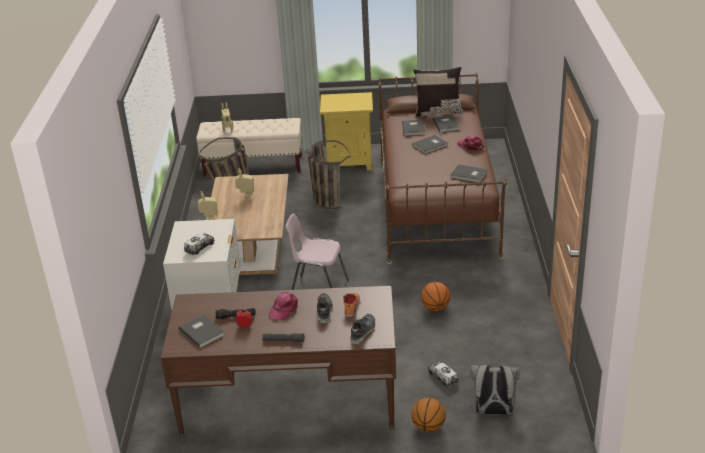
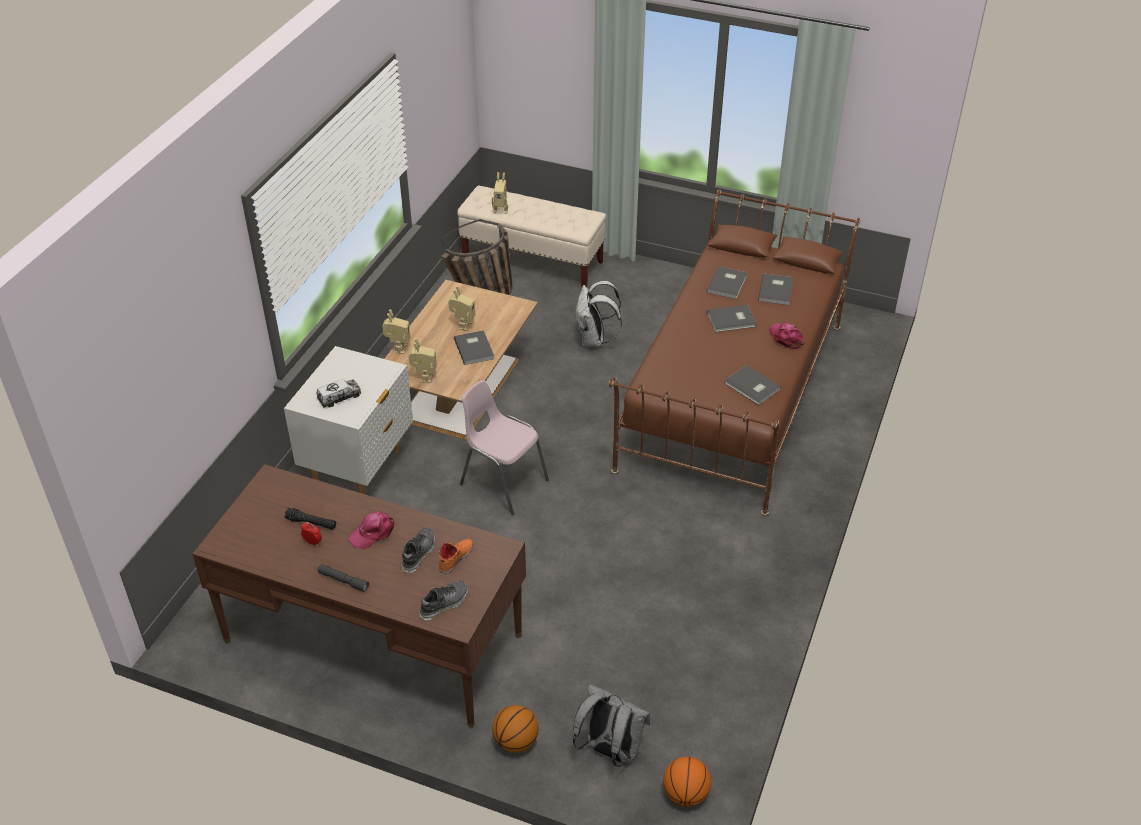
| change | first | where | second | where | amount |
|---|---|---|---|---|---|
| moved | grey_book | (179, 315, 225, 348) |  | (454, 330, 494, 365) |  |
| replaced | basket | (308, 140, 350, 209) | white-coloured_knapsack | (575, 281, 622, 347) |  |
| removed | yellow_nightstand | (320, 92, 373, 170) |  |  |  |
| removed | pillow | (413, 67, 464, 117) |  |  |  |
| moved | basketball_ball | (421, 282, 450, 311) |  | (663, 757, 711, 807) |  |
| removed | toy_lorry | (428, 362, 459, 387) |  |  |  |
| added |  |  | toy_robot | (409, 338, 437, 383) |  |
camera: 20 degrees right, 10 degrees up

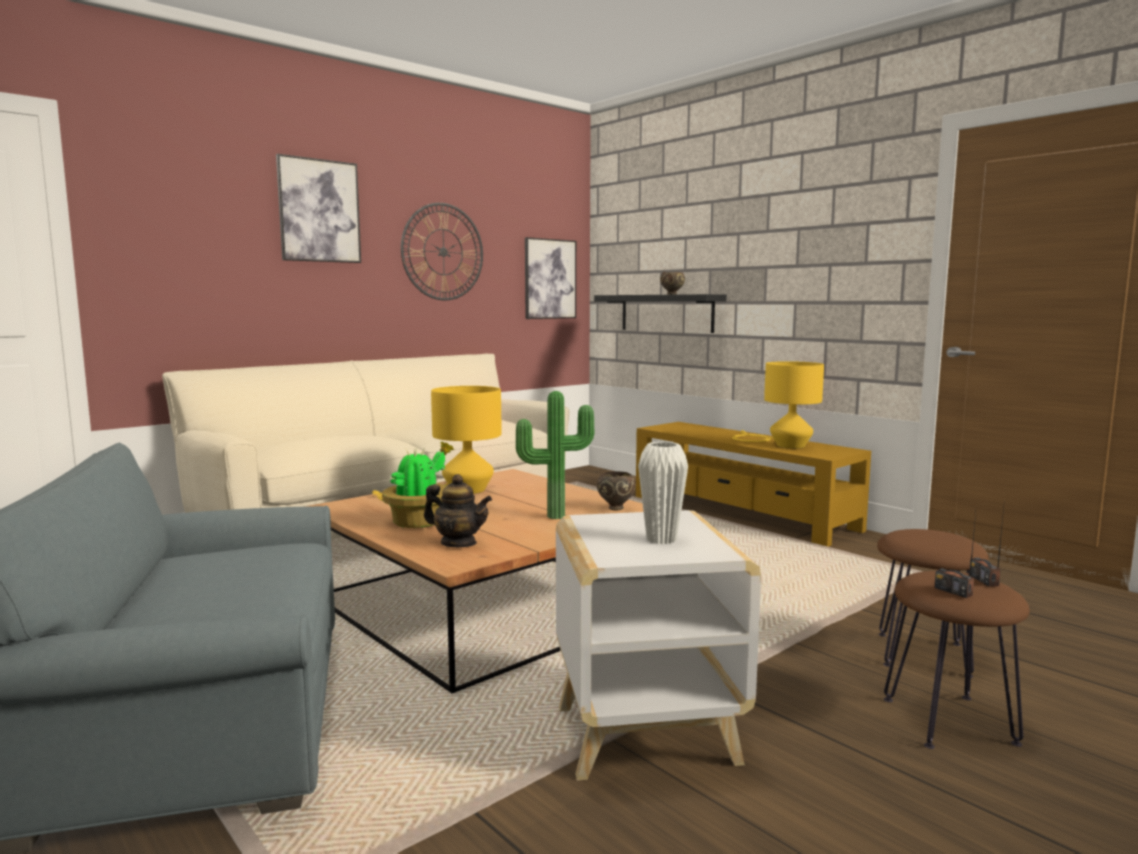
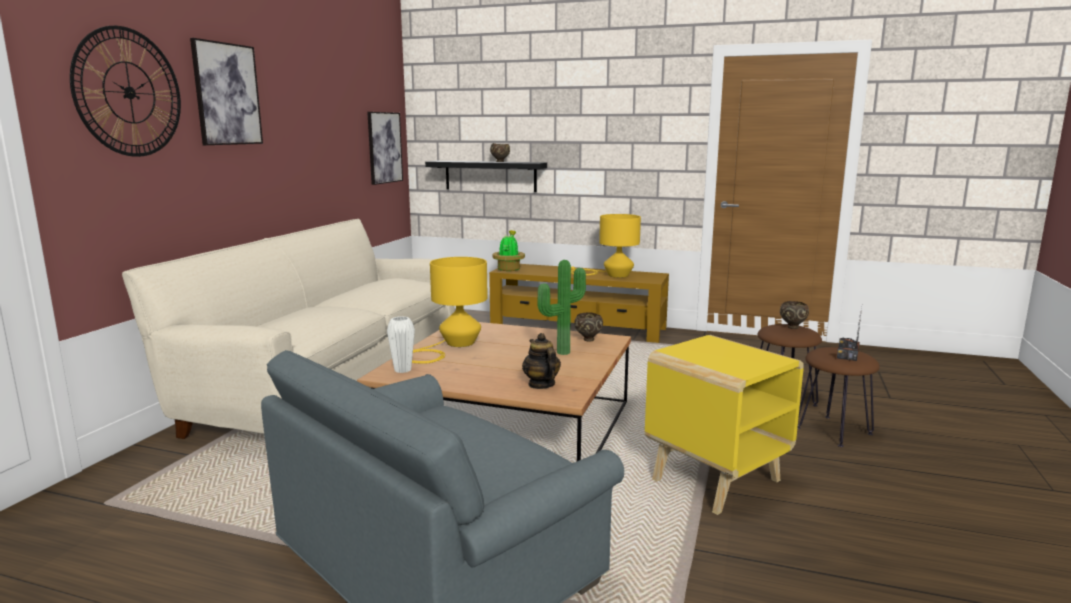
| change | first | where | second | where | amount |
|---|---|---|---|---|---|
| moved | houseplant | (382, 442, 455, 528) |  | (493, 230, 525, 271) |  |
| moved | hanging_clock | (401, 203, 483, 301) |  | (70, 26, 181, 157) |  |
| turned | tea_pot | (424, 474, 492, 547) |  | (522, 333, 561, 389) | 105 degrees counterclockwise |
| recoloured | white-coloured_accent_table | (556, 510, 761, 781) | yellow_accent_table | (645, 335, 804, 515) |  |
| moved | white-coloured_vase | (638, 442, 688, 544) |  | (387, 316, 415, 373) |  |
| added |  |  | brown-coloured_deep_dish | (780, 301, 809, 329) |  |
camera: 30 degrees left, 5 degrees up

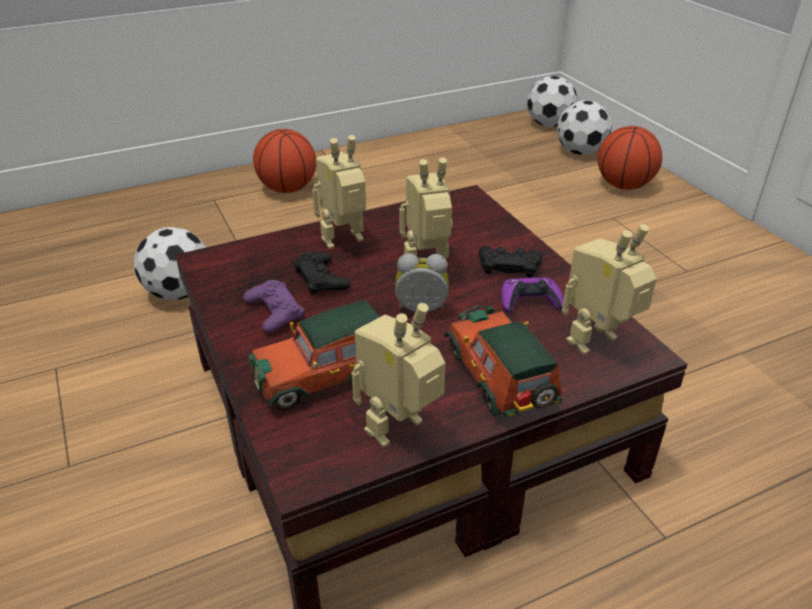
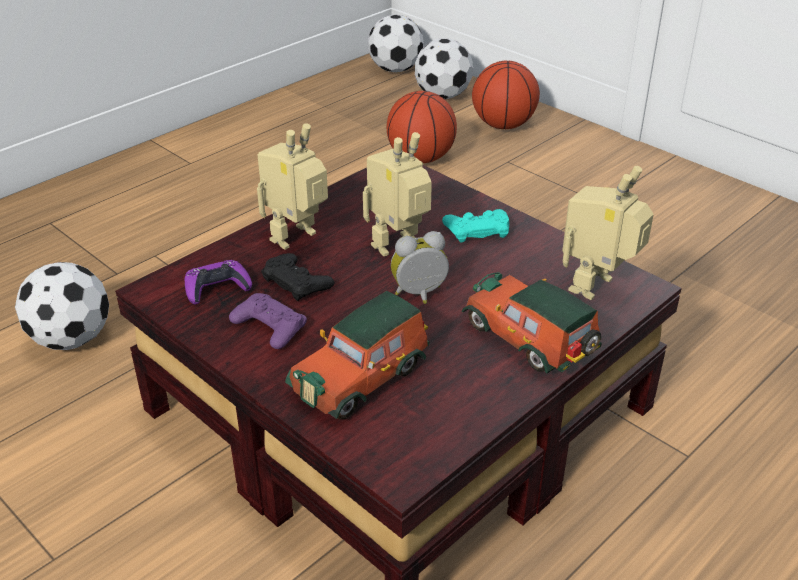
| change | first | where | second | where | amount |
|---|---|---|---|---|---|
| moved | basketball_ball | (253, 129, 316, 193) |  | (387, 91, 457, 163) |  |
| removed | toy_robot | (352, 303, 446, 447) |  |  |  |
| recoloured | black_game_controller | (479, 246, 542, 277) | blue-green_game_controller | (442, 209, 509, 242) |  |
| moved | purple_game_controller | (501, 277, 564, 313) |  | (185, 260, 252, 305) |  |
camera: 20 degrees left, 0 degrees up

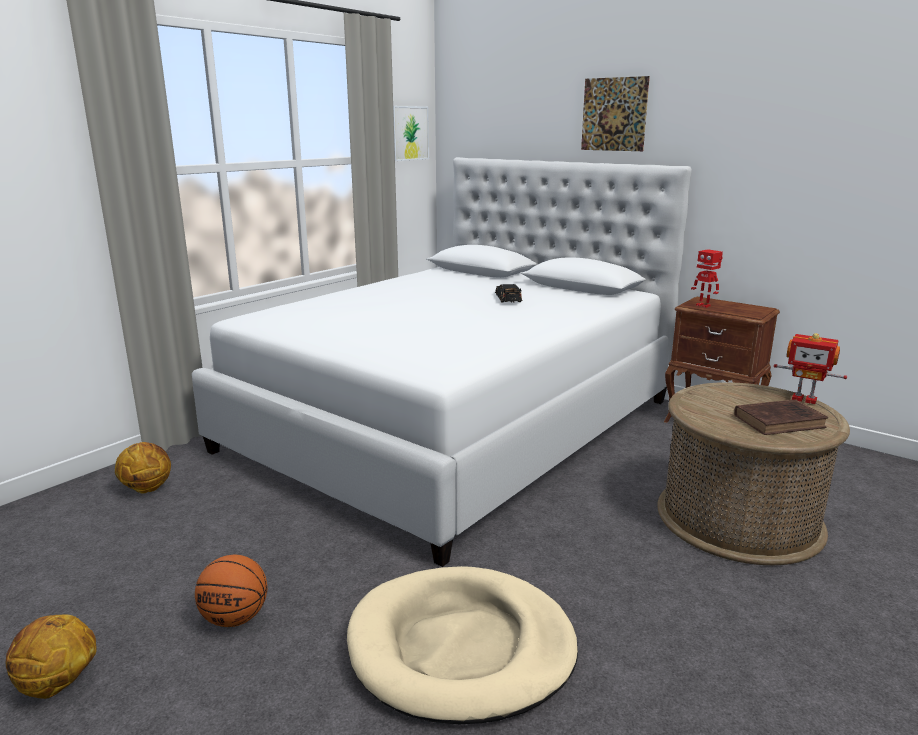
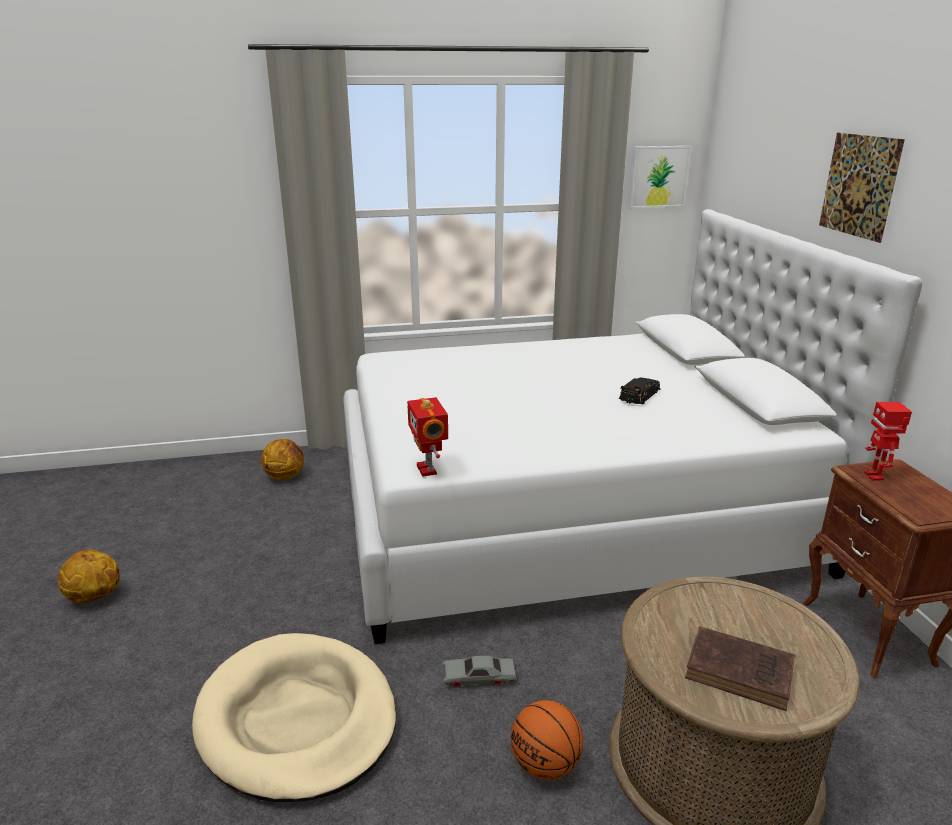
| change | first | where | second | where | amount |
|---|---|---|---|---|---|
| moved | basketball_ball | (195, 555, 267, 627) |  | (511, 700, 583, 780) |  |
| moved | toy_robot | (774, 333, 847, 404) |  | (407, 397, 448, 477) |  |
| added |  |  | grey_model_car | (443, 656, 517, 688) |  |
camera: 40 degrees right, 5 degrees up

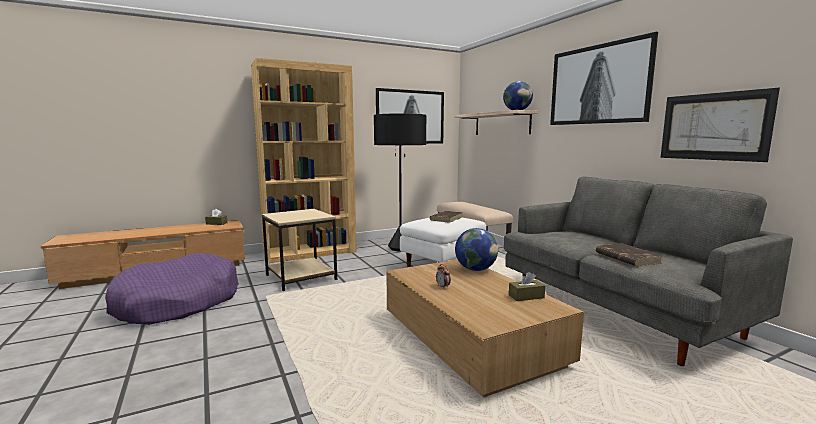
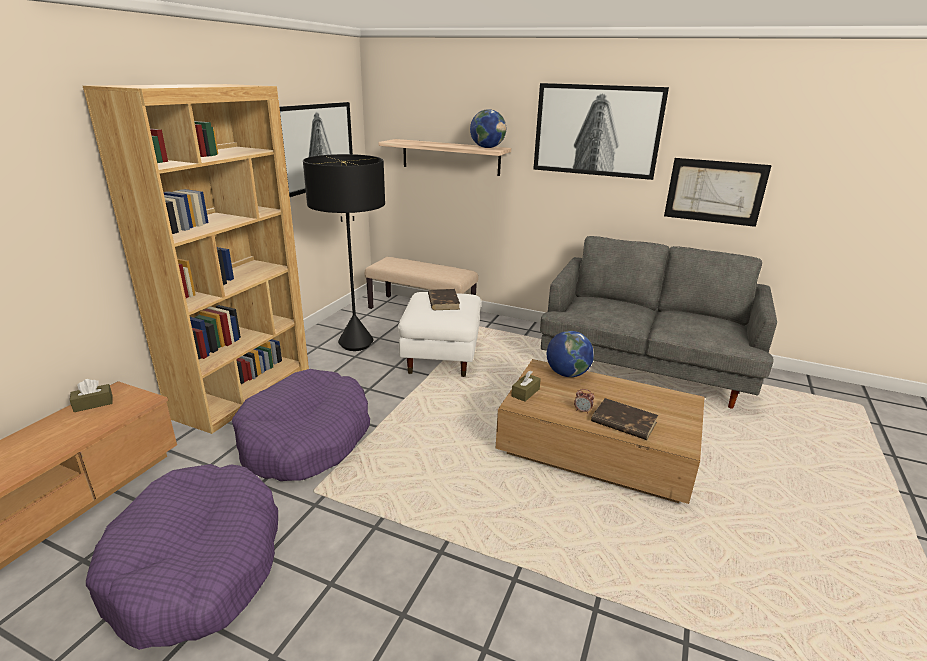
| change | first | where | second | where | amount |
|---|---|---|---|---|---|
| replaced | beige-coloured_accent_table | (262, 209, 337, 291) | purple_dog_bed | (232, 369, 370, 481) |  |
| moved | brown-coloured_tissue_box | (509, 272, 545, 301) |  | (511, 370, 541, 402) |  |
| moved | brown-coloured_book | (596, 243, 662, 267) |  | (591, 398, 658, 440) |  |
camera: 40 degrees left, 15 degrees up

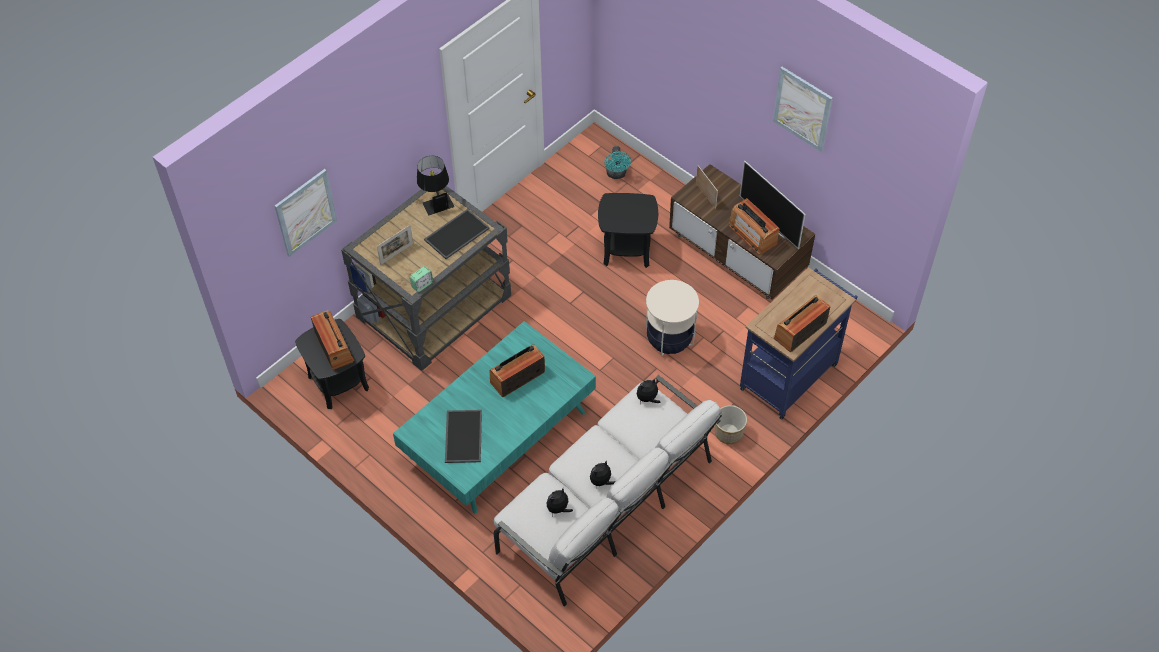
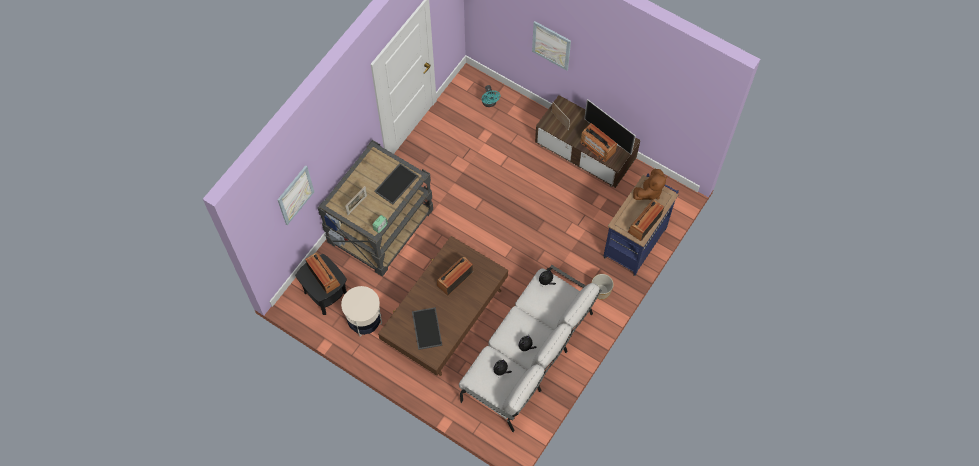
| change | first | where | second | where | amount |
|---|---|---|---|---|---|
| recoloured | blue-green_coffee_table | (393, 321, 596, 513) | brown-coloured_coffee_table | (378, 236, 508, 376) |  |
| removed | black_table_lamp | (417, 156, 454, 215) |  |  |  |
| removed | black_accent_table | (598, 193, 658, 268) |  |  |  |
| moved | beige-coloured_accent_table | (646, 280, 699, 356) |  | (341, 286, 382, 337) |  |
| moved | wall_picture | (773, 67, 833, 152) |  | (532, 21, 571, 71) |  |
| added |  |  | brown-coloured_soft_toy | (633, 169, 667, 200) |  |
camera: 10 degrees left, 10 degrees up

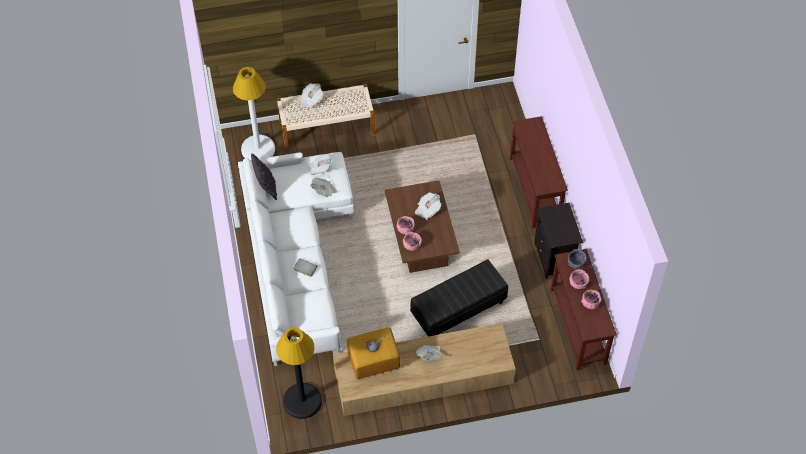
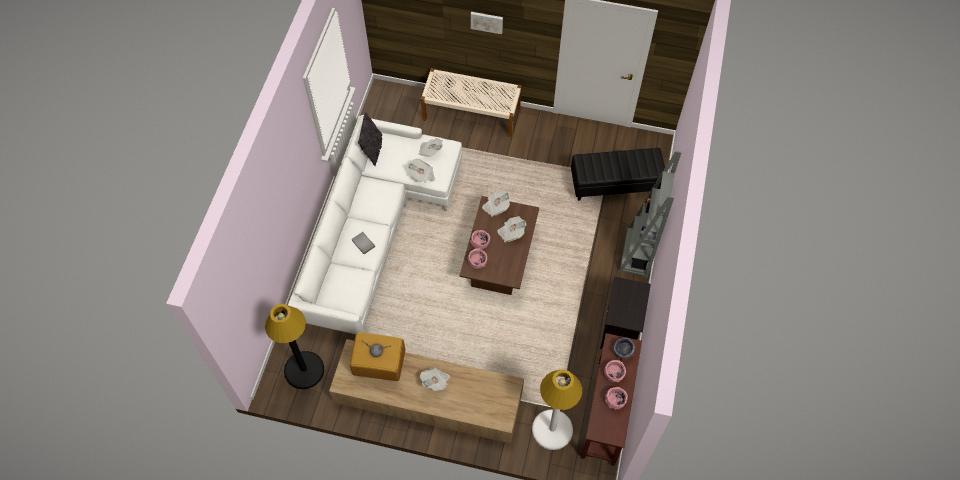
| change | first | where | second | where | amount |
|---|---|---|---|---|---|
| moved | white-coloured_standing_lamp | (233, 67, 275, 160) |  | (532, 369, 582, 450) |  |
| moved | printed_paper | (299, 83, 323, 109) |  | (482, 190, 510, 217) |  |
| moved | black_footrest | (410, 259, 508, 336) |  | (571, 148, 665, 201) |  |
| replaced | brown-coloured_console_table | (510, 116, 568, 228) | grey_bookcase | (618, 151, 681, 278) |  |
| added |  |  | wall_picture | (471, 12, 503, 34) |  |
camera: 25 degrees right, 5 degrees up

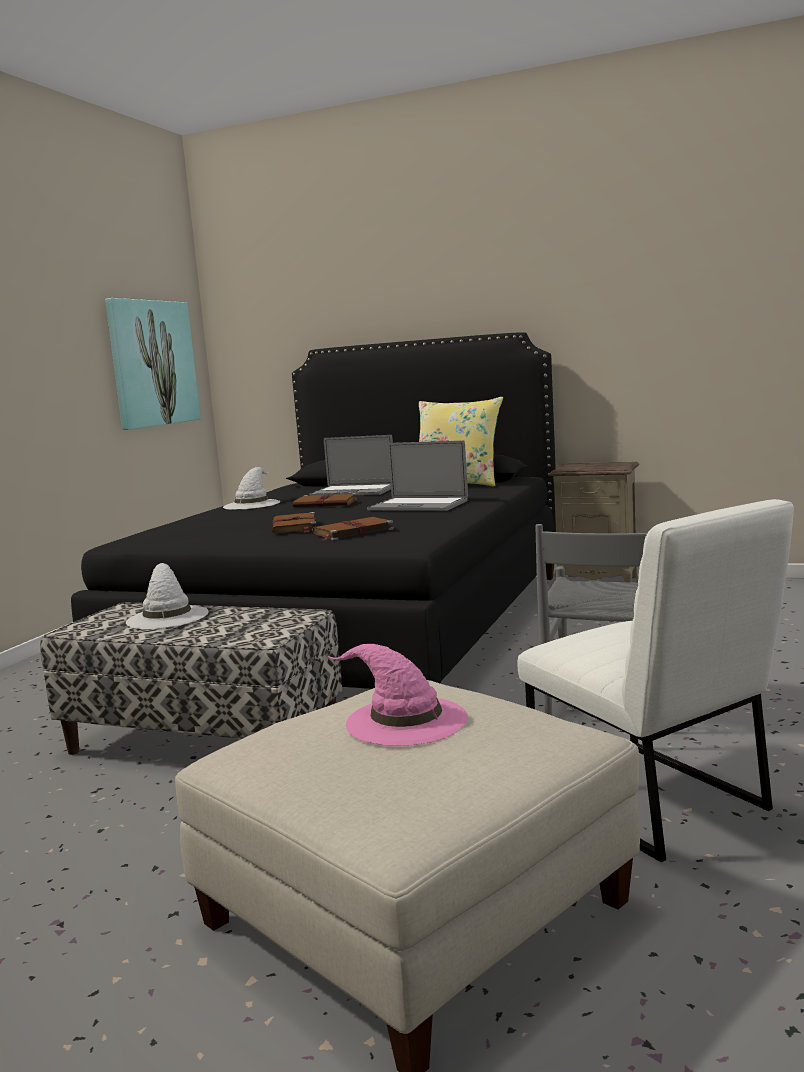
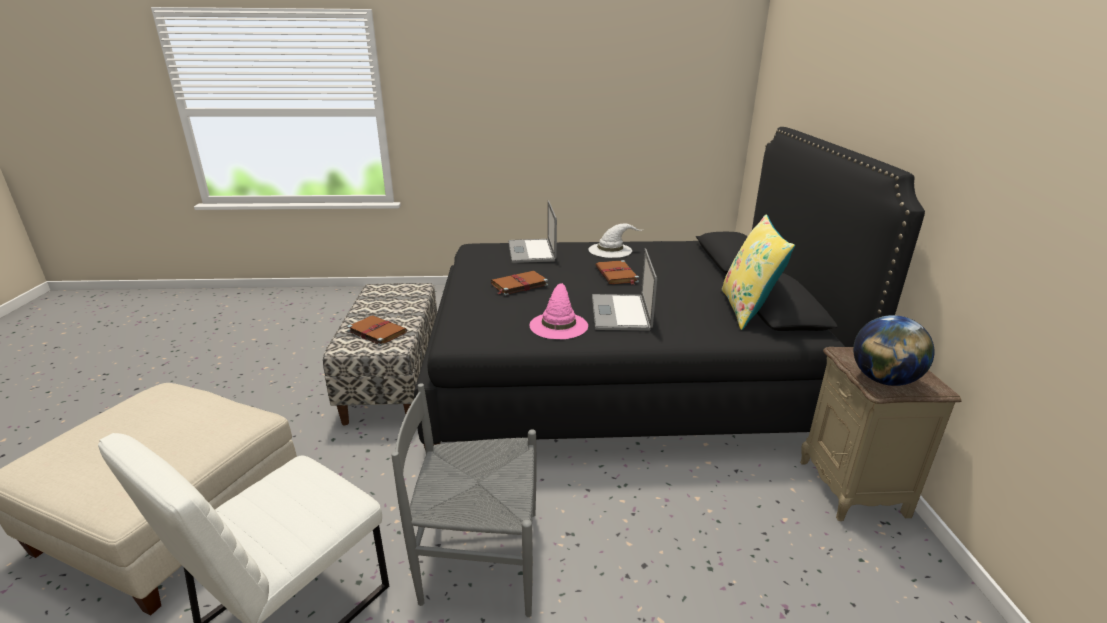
| change | first | where | second | where | amount |
|---|---|---|---|---|---|
| removed | wall_picture | (105, 298, 201, 430) |  |  |  |
| removed | white-coloured_wearable_hat | (126, 563, 209, 629) |  |  |  |
| moved | laptop | (309, 435, 393, 496) |  | (508, 200, 557, 263) |  |
| moved | brown-coloured_book | (313, 517, 394, 540) |  | (347, 316, 407, 346) |  |
| moved | pink-coloured_wearable_hat | (328, 644, 468, 746) |  | (529, 283, 588, 339) |  |
| added |  |  | world_globe | (853, 315, 934, 386) |  |
camera: 65 degrees right, 15 degrees up

